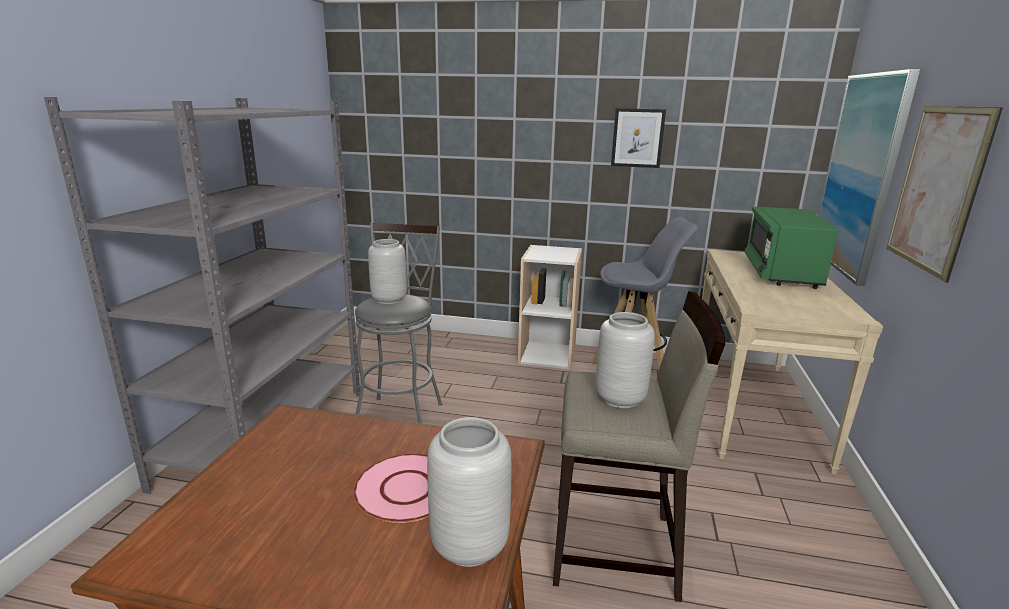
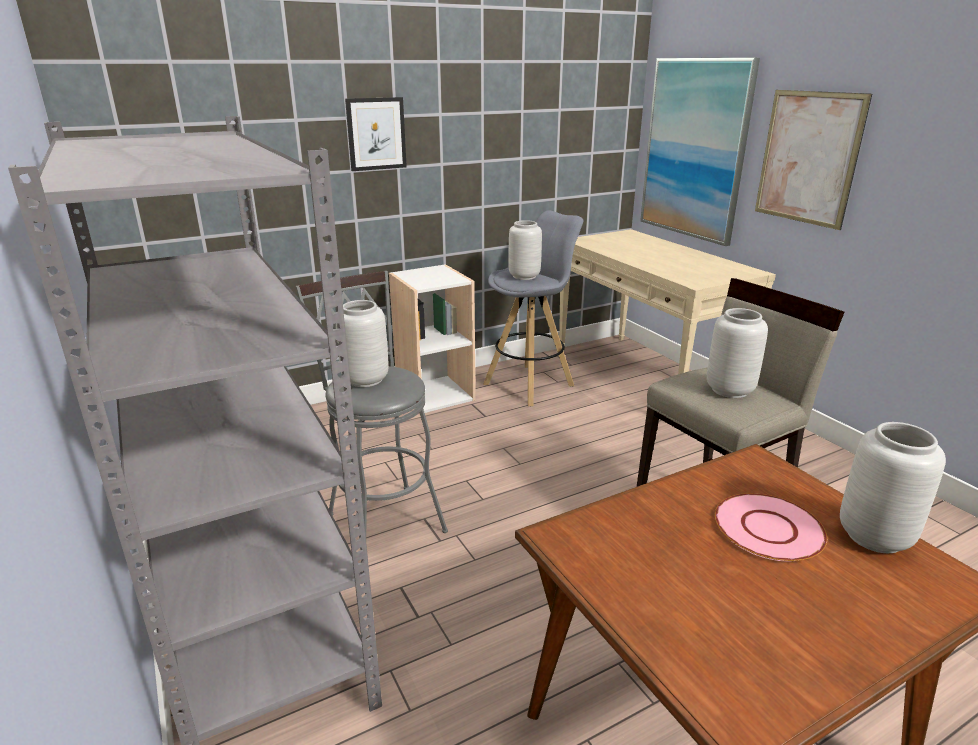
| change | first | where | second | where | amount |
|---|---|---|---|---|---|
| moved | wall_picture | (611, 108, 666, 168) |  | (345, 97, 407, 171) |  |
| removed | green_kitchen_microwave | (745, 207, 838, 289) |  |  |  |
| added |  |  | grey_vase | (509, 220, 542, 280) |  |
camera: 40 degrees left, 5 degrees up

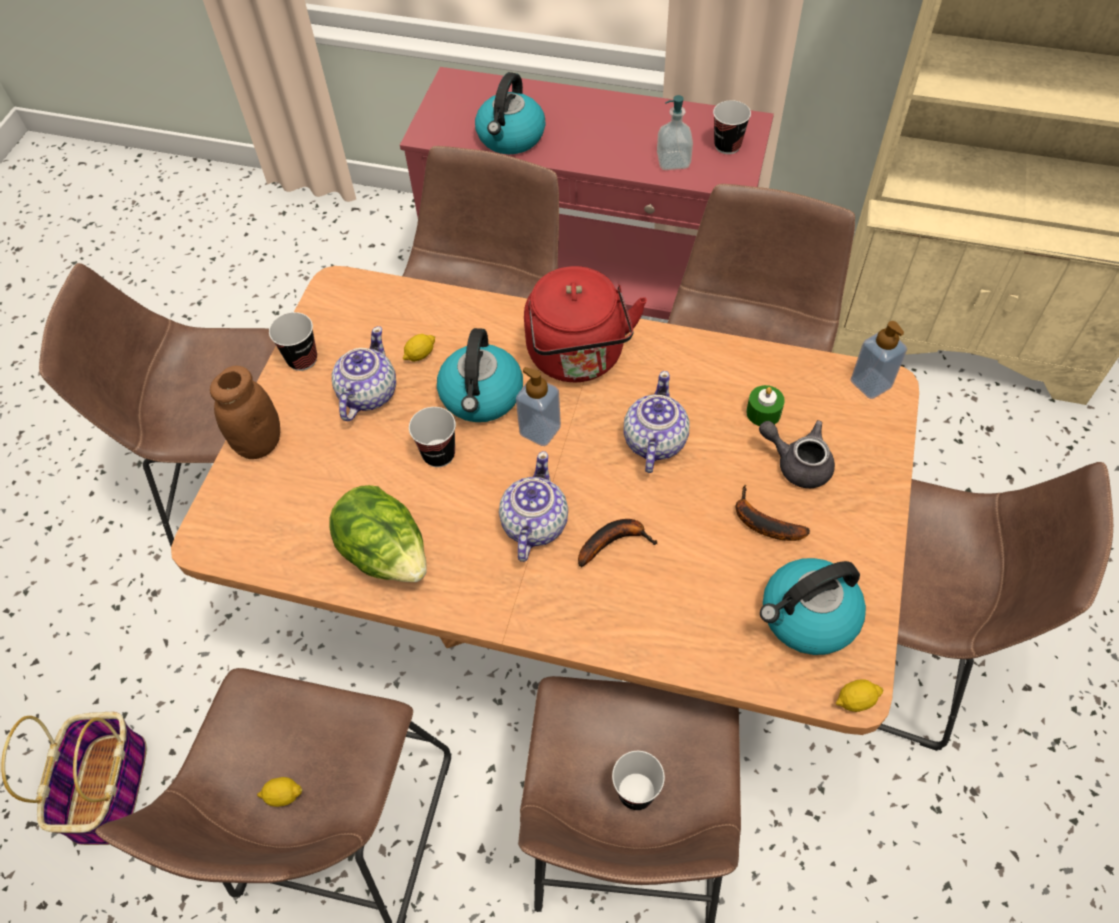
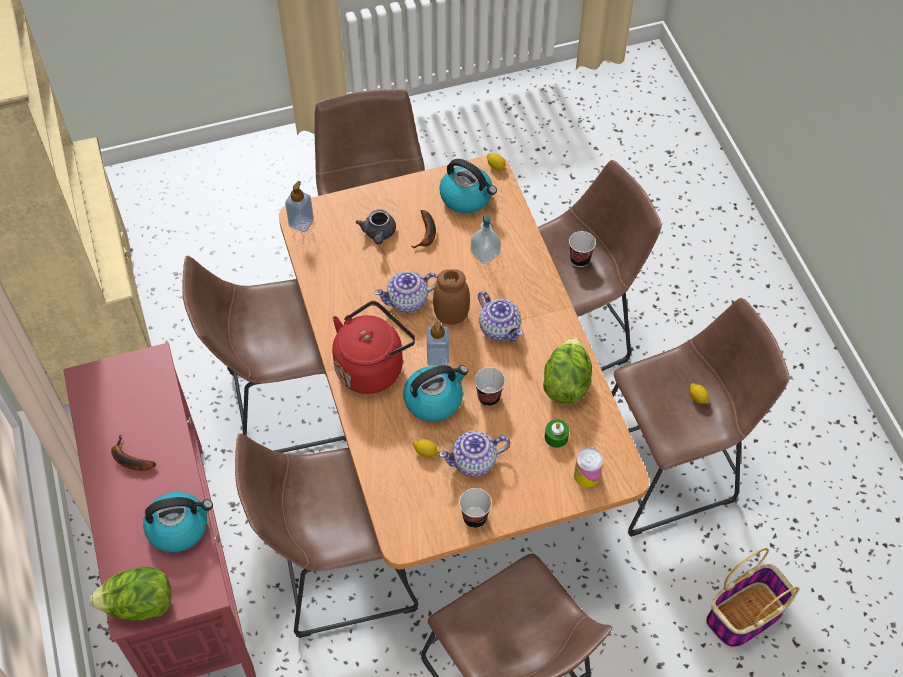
| change | first | where | second | where | amount |
|---|---|---|---|---|---|
| moved | brown-coloured_preserve_jar | (210, 366, 280, 459) |  | (433, 269, 470, 325) |  |
| turned | tea_pot | (499, 451, 568, 562) |  | (478, 291, 523, 342) | 105 degrees counterclockwise |
| moved | whole_banana | (578, 519, 658, 568) |  | (111, 436, 156, 471) |  |
| moved | soap_dispenser | (657, 95, 693, 170) |  | (471, 215, 501, 264) |  |
| removed | small_cup | (713, 100, 751, 154) |  |  |  |
| moved | green_candle | (746, 385, 785, 426) |  | (545, 419, 569, 448) |  |
| added |  |  | lettuce | (90, 567, 171, 621) |  |
| added |  |  | sealed_can | (574, 447, 604, 487) |  |
camera: 125 degrees left, 0 degrees up

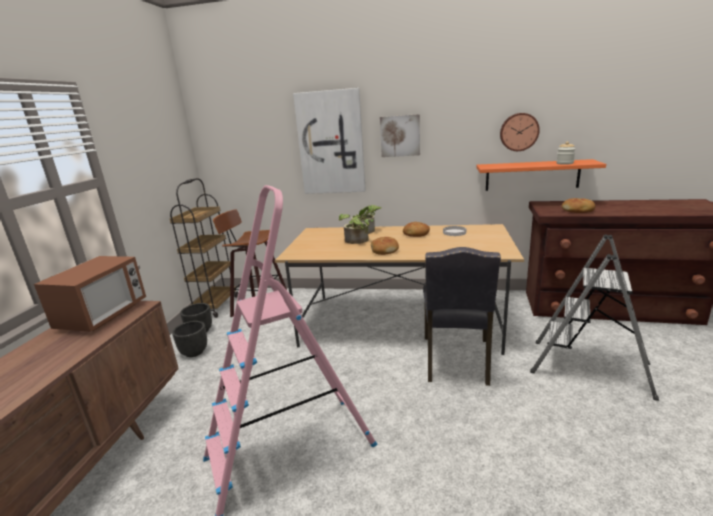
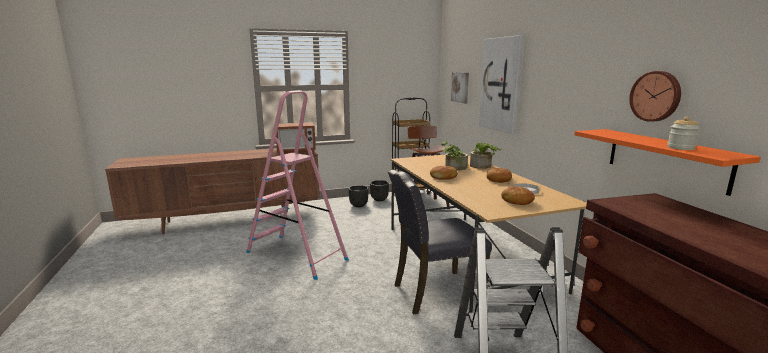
| change | first | where | second | where | amount |
|---|---|---|---|---|---|
| moved | wall_picture | (380, 114, 420, 157) |  | (451, 72, 469, 103) |  |
| moved | baked_bread | (562, 198, 595, 213) |  | (501, 186, 535, 205) |  |
camera: 60 degrees right, 5 degrees down

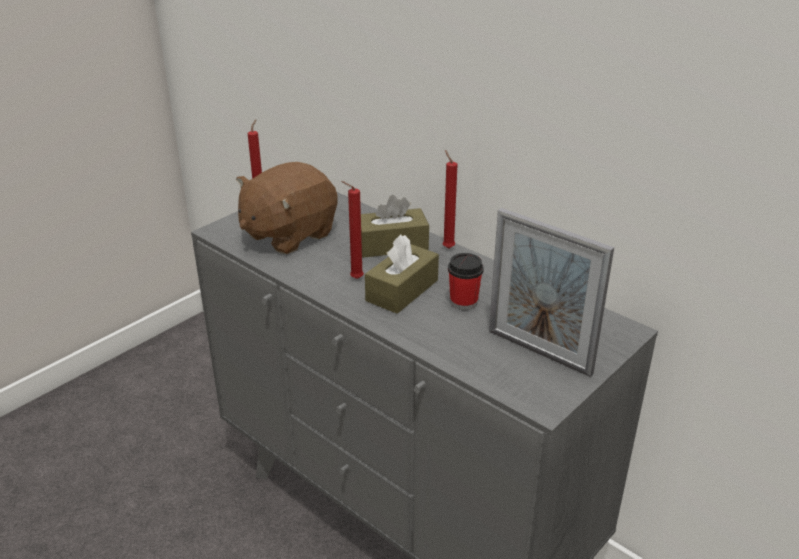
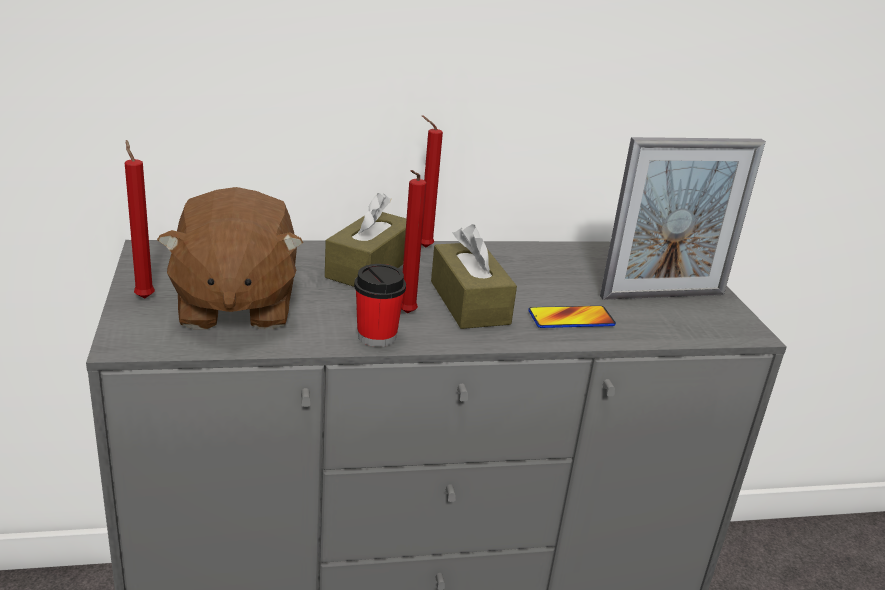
| change | first | where | second | where | amount |
|---|---|---|---|---|---|
| moved | small_cup | (448, 253, 484, 310) |  | (354, 264, 406, 347) |  |
| added |  |  | handset | (528, 306, 616, 328) |  |
camera: 55 degrees left, 5 degrees down

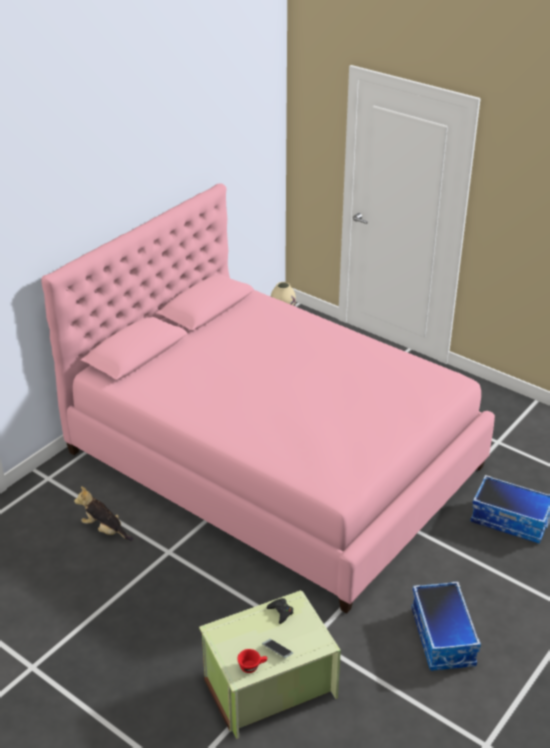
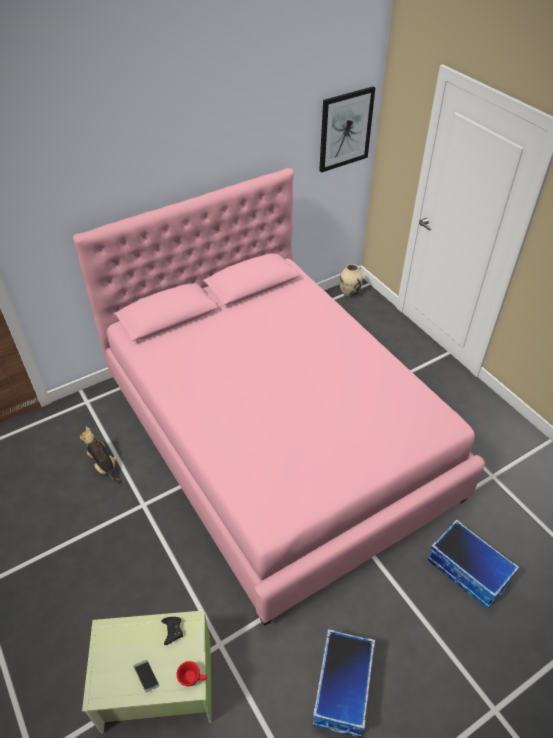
| change | first | where | second | where | amount |
|---|---|---|---|---|---|
| moved | red_small_cup | (237, 649, 267, 673) |  | (176, 661, 207, 686) |  |
| added |  |  | wall_picture | (319, 86, 375, 173) |  |
camera: 20 degrees right, 10 degrees up

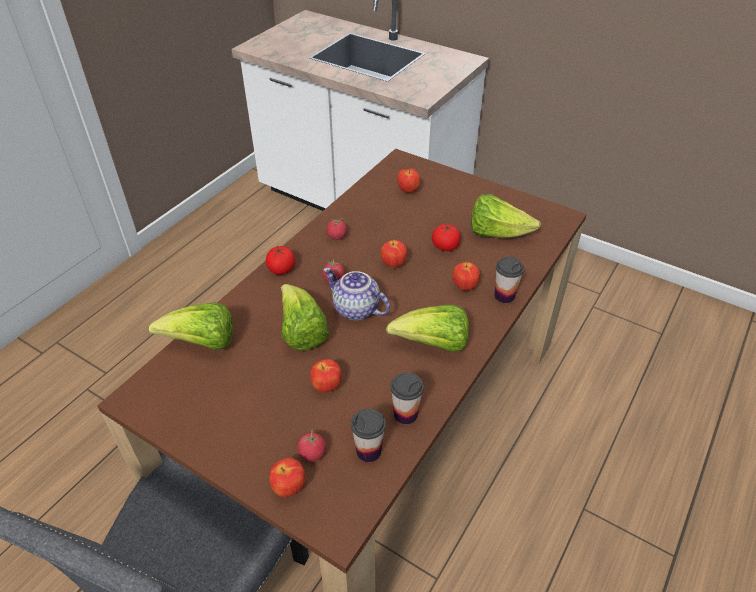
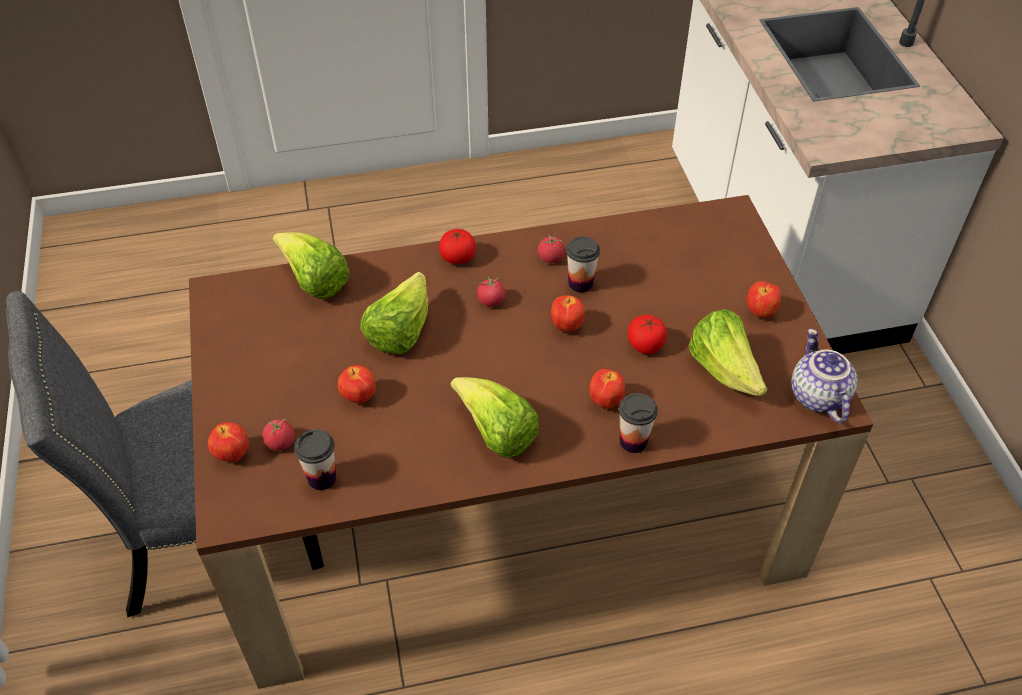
| change | first | where | second | where | amount |
|---|---|---|---|---|---|
| moved | tea_pot | (323, 267, 390, 320) |  | (791, 329, 857, 423) |  |
| moved | small_cup | (390, 372, 424, 424) |  | (566, 236, 600, 293) |  |
| moved | apple_fruit | (397, 168, 420, 193) |  | (747, 281, 781, 318) |  |
camera: 45 degrees right, 5 degrees up

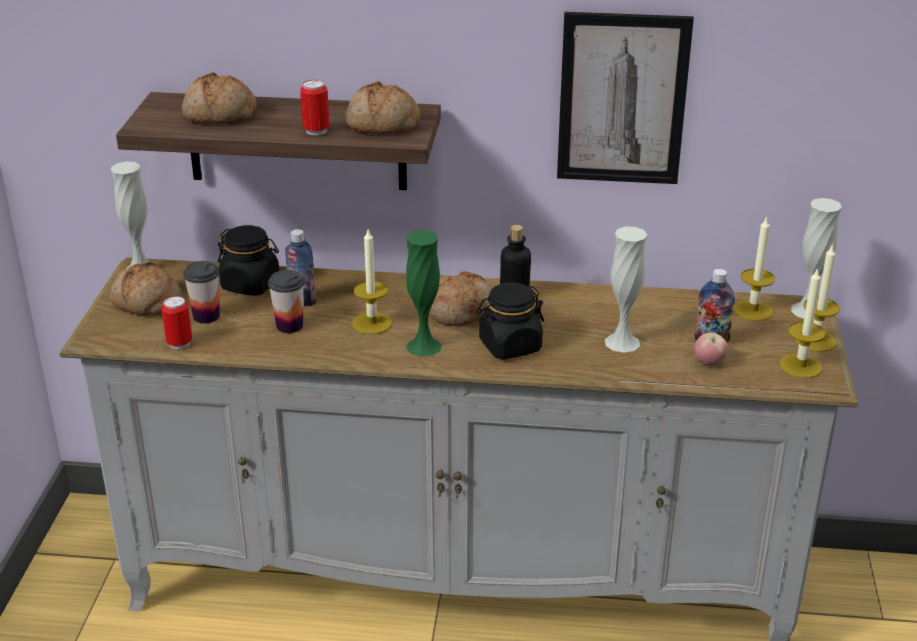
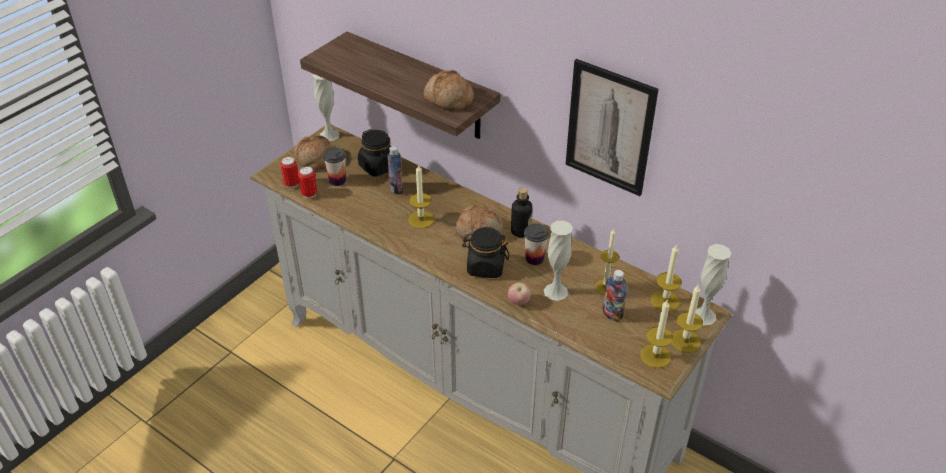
| change | first | where | second | where | amount |
|---|---|---|---|---|---|
| removed | baked_bread | (181, 72, 257, 124) |  |  |  |
| moved | small_cup | (268, 270, 304, 333) |  | (524, 223, 549, 265) |  |
| moved | sealed_can | (300, 80, 330, 135) |  | (280, 157, 299, 188) |  |
| removed | green_vase | (406, 230, 442, 357) |  |  |  |
| moved | apple_fruit | (694, 333, 728, 366) |  | (508, 282, 531, 305) |  |
| added |  |  | candle | (595, 229, 619, 295) |  |
camera: 30 degrees right, 10 degrees up

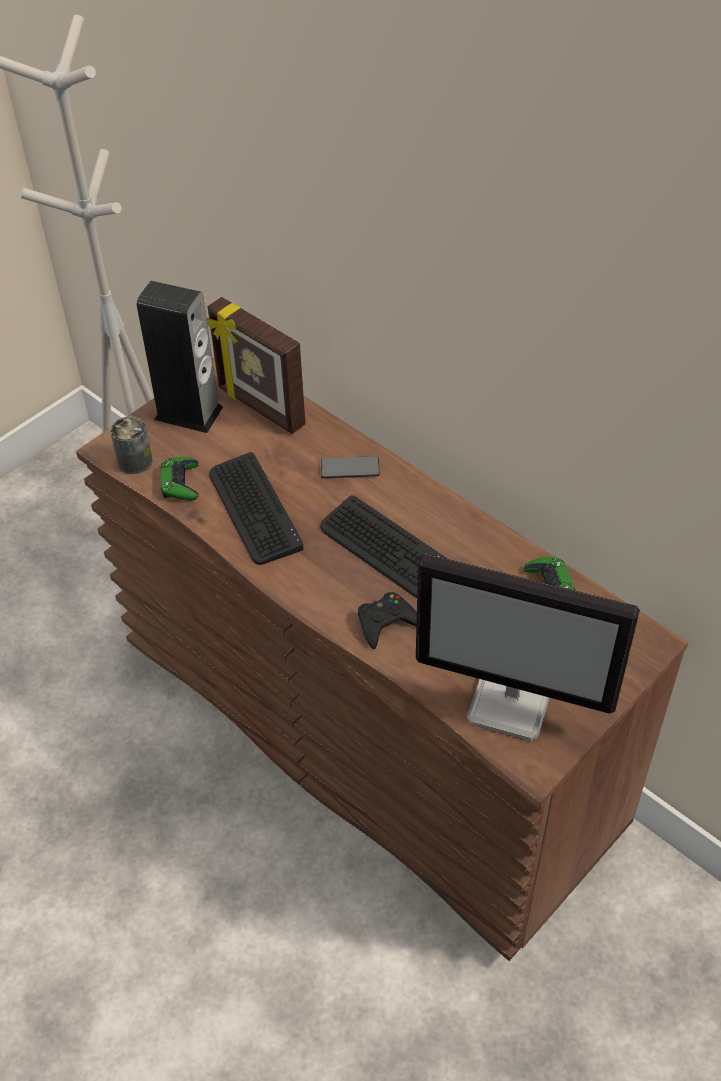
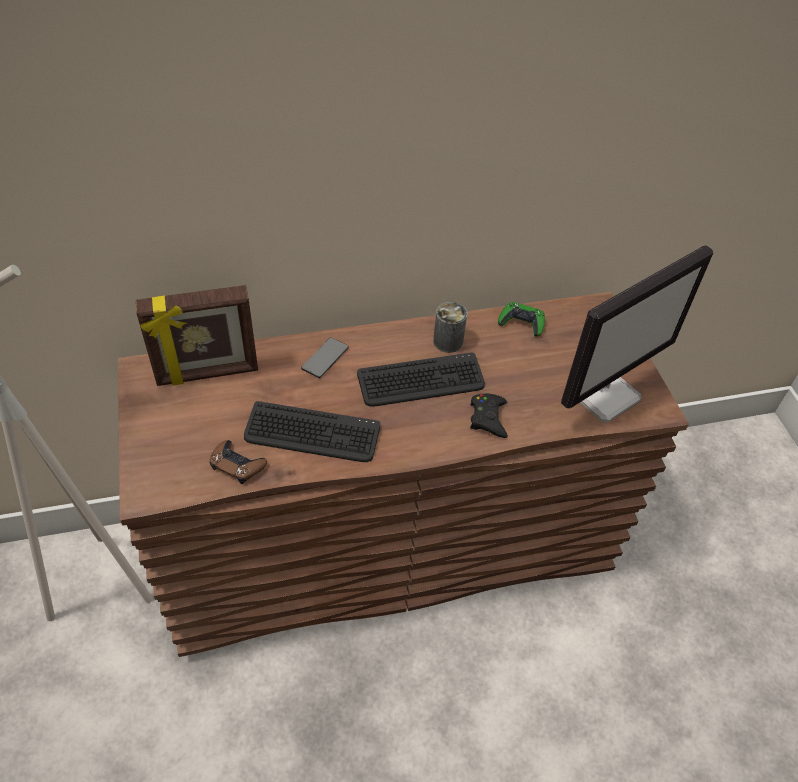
| change | first | where | second | where | amount |
|---|---|---|---|---|---|
| moved | sealed_can | (110, 416, 153, 474) |  | (433, 302, 467, 353) |  |
| removed | audio_speaker | (137, 281, 223, 433) |  |  |  |
| recoloured | green_game_controller | (161, 457, 199, 501) | brown-coloured_game_controller | (209, 440, 267, 484) |  |
camera: 60 degrees left, 0 degrees up

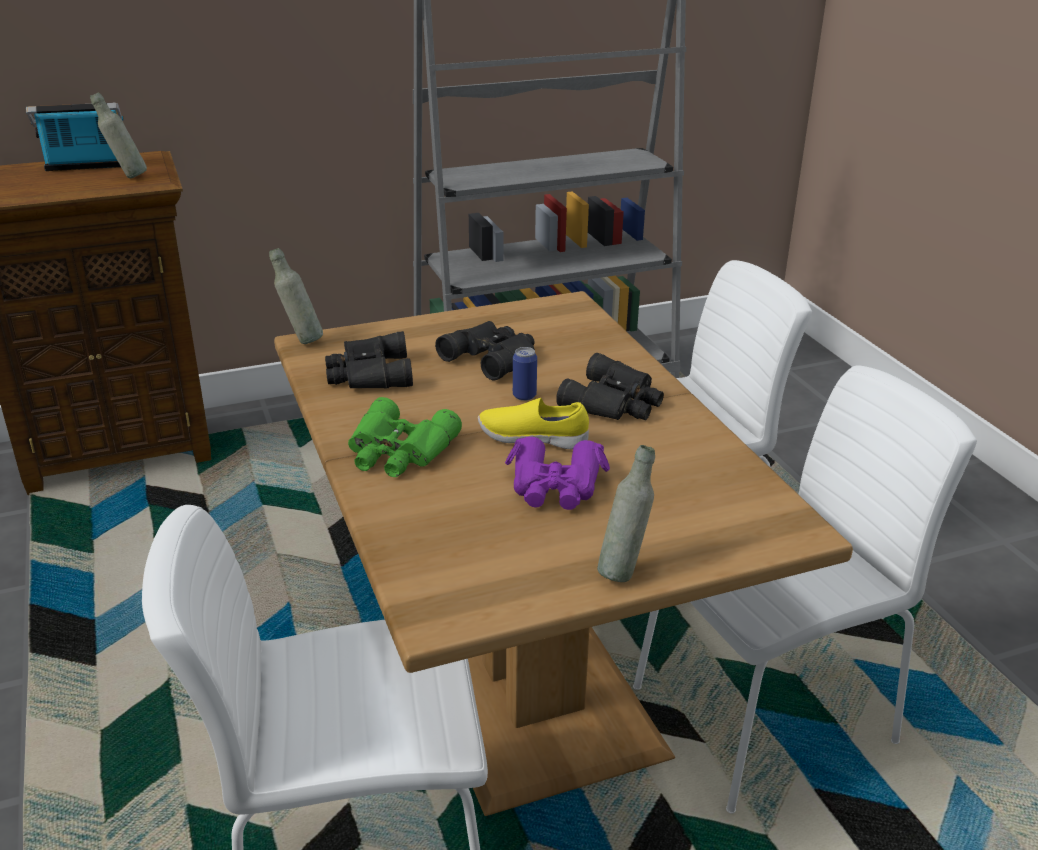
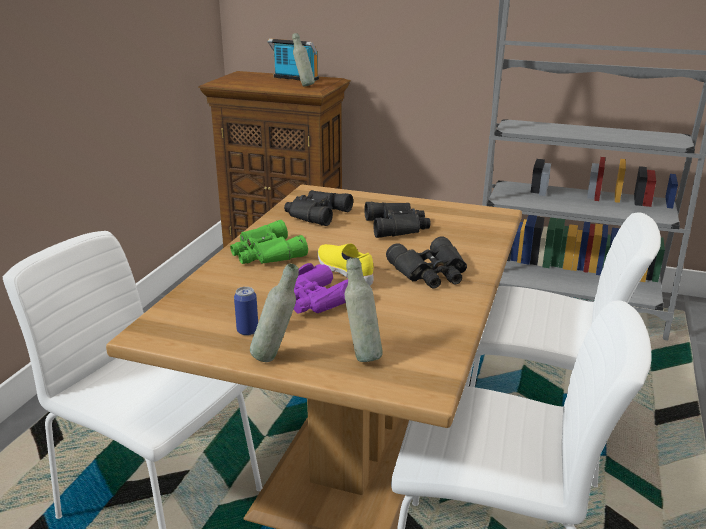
| change | first | where | second | where | amount |
|---|---|---|---|---|---|
| moved | grey_beverage_bottle | (269, 248, 323, 344) |  | (345, 258, 383, 362) |  |
| moved | sealed_can | (513, 347, 537, 401) |  | (234, 287, 258, 336) |  |
camera: 40 degrees right, 5 degrees down

